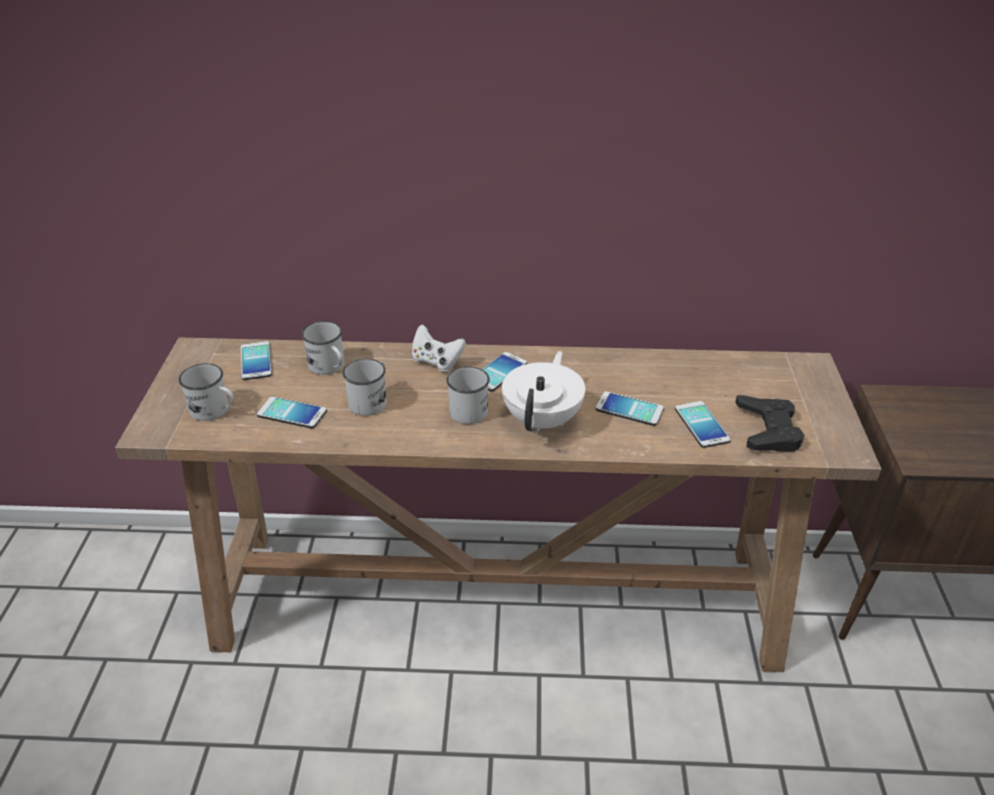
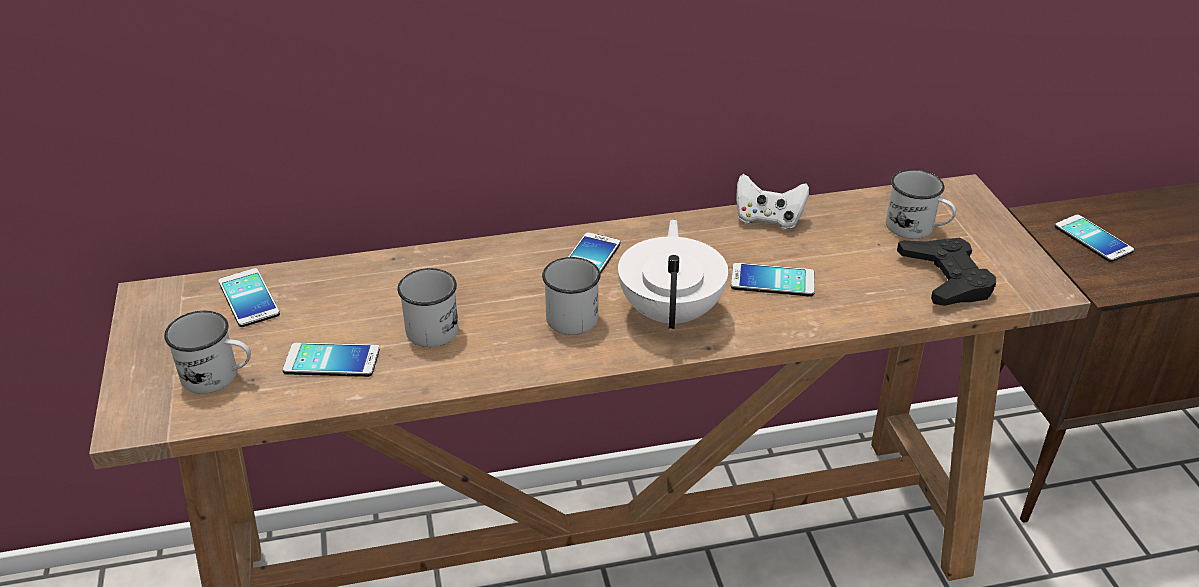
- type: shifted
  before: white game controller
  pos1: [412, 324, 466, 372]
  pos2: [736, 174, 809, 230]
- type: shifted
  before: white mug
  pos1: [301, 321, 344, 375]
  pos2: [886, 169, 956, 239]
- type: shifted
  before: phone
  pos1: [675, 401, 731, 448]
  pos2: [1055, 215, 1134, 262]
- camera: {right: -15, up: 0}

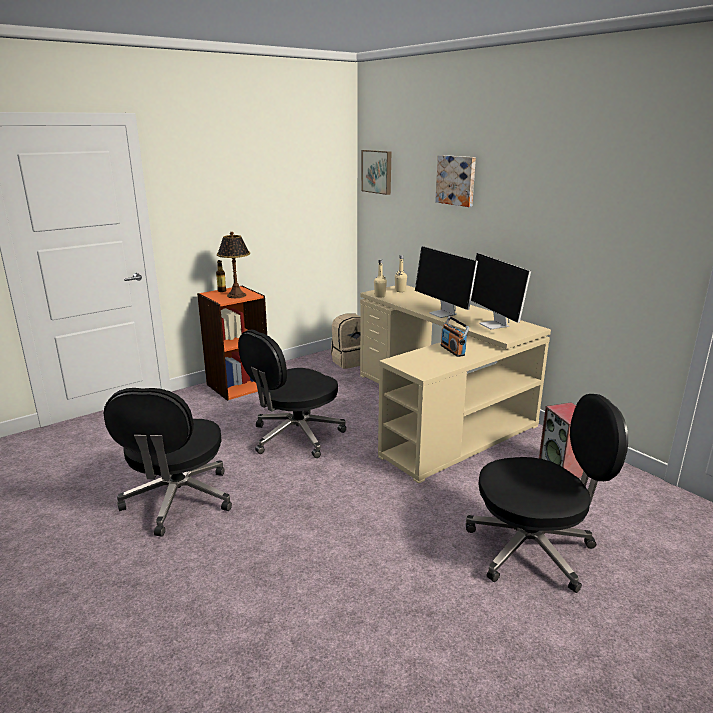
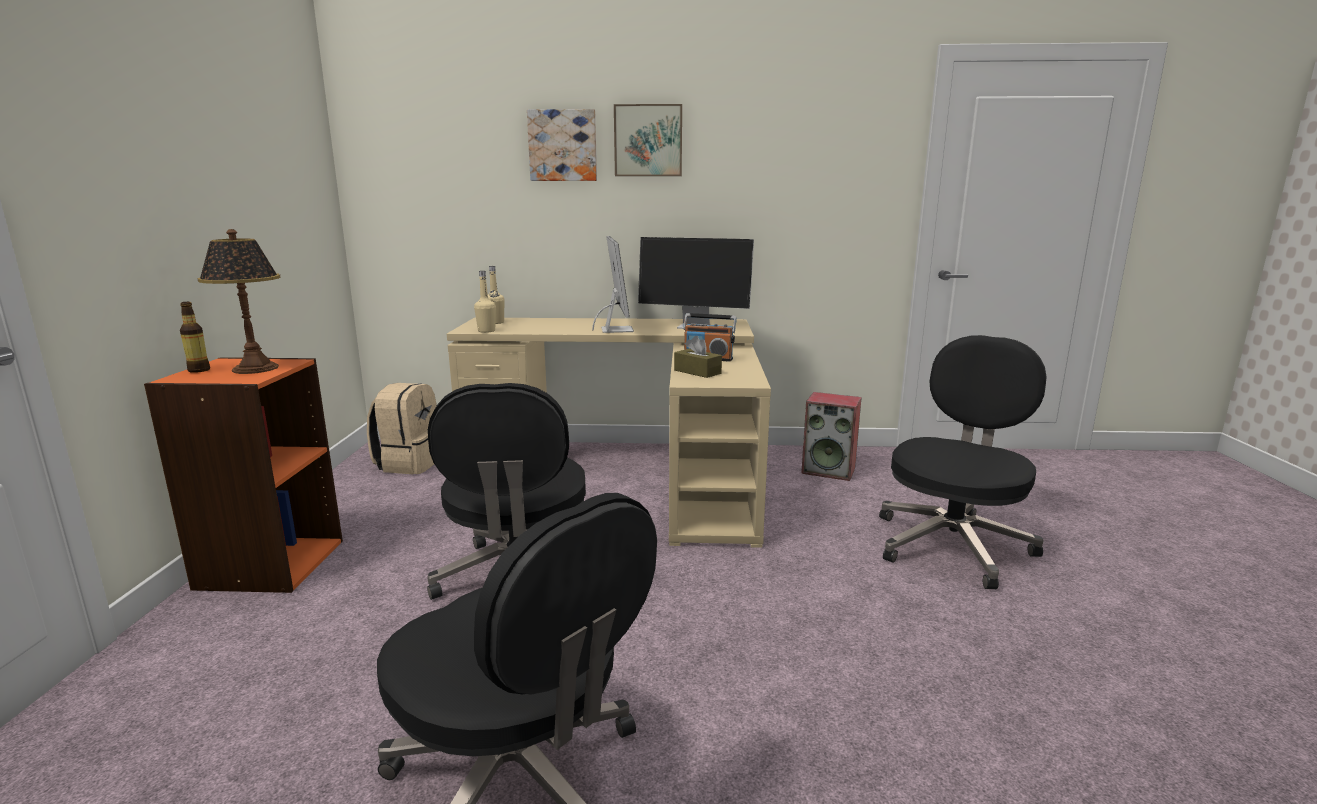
- type: rotated
  before: monitor
  pos1: [415, 246, 478, 318]
  pos2: [592, 236, 634, 333]
  turn: -105
- type: shifted
  before: picture
  pos1: [361, 150, 391, 195]
  pos2: [614, 104, 682, 176]
- type: new
  after: brown tissue box
  pos2: [674, 336, 722, 378]
- camera: {right: -50, up: -5}

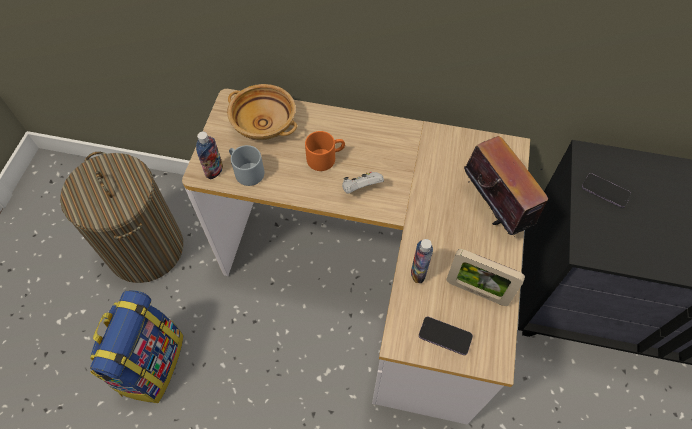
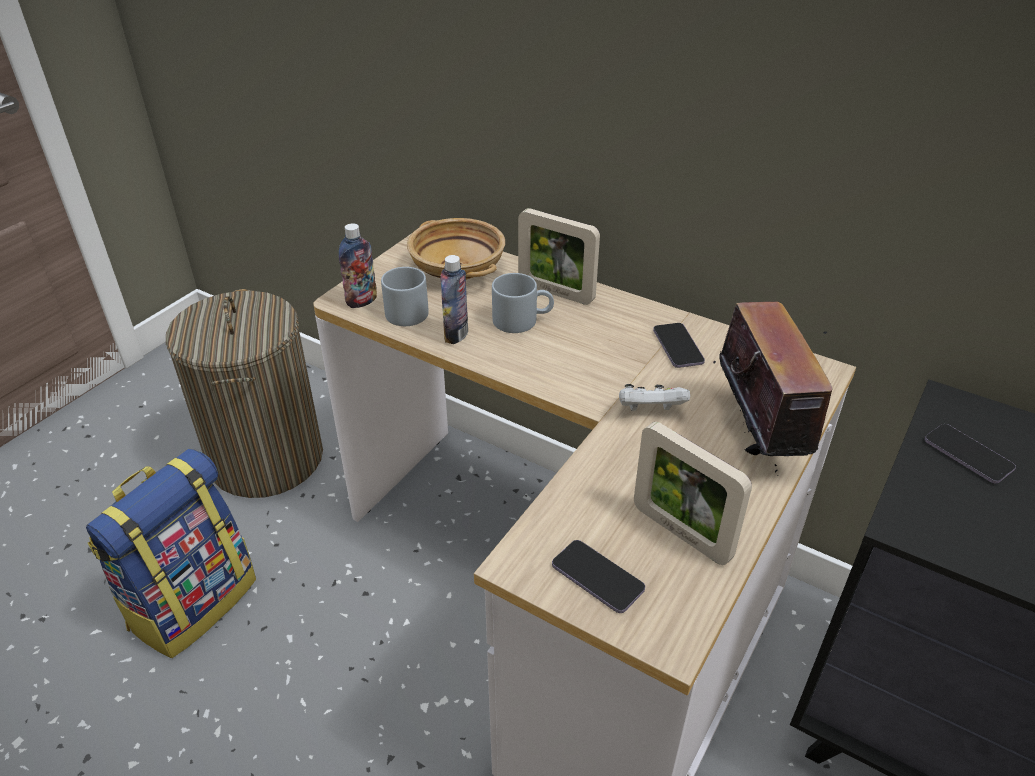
- type: shifted
  before: bottle
  pos1: [411, 239, 433, 283]
  pos2: [440, 255, 468, 344]
- type: repainted
  before: orange mug
  after: grey mug
  pos1: [305, 131, 345, 171]
  pos2: [492, 273, 554, 333]
- type: new
  after: picture frame
  pos2: [518, 208, 600, 305]
- type: shifted
  before: white game controller
  pos1: [342, 172, 384, 194]
  pos2: [619, 384, 690, 411]
- type: new
  after: phone
  pos2: [653, 323, 705, 368]
- camera: {right: 20, up: -20}

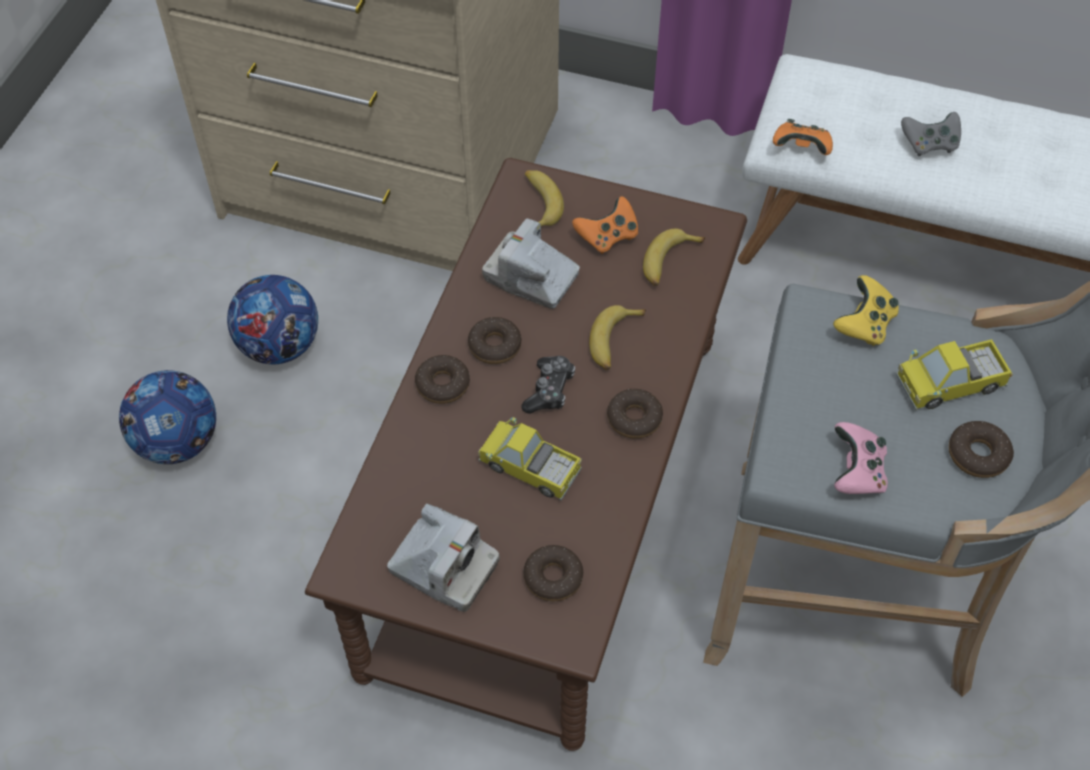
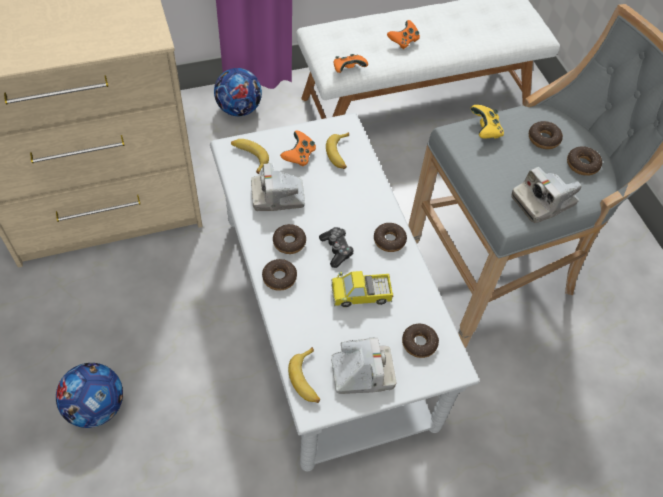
- type: repainted
  before: brown coffee table
  after: grey coffee table
  pos1: [305, 158, 747, 751]
  pos2: [210, 113, 479, 472]
- type: shifted
  before: football
  pos1: [227, 275, 318, 364]
  pos2: [214, 68, 262, 116]
- type: shifted
  before: banana
  pos1: [589, 305, 646, 370]
  pos2: [288, 347, 320, 403]
- type: repainted
  before: grey game controller
  after: orange game controller
  pos1: [901, 112, 961, 156]
  pos2: [387, 20, 420, 49]
- type: swapped
  before: pink game controller
  after: photo camera
  pos1: [834, 422, 888, 494]
  pos2: [511, 167, 582, 223]
- type: swapped
  before: toy truck
  after: donut
  pos1: [896, 339, 1013, 411]
  pos2: [529, 121, 563, 149]
- camera: {right: -40, up: 0}

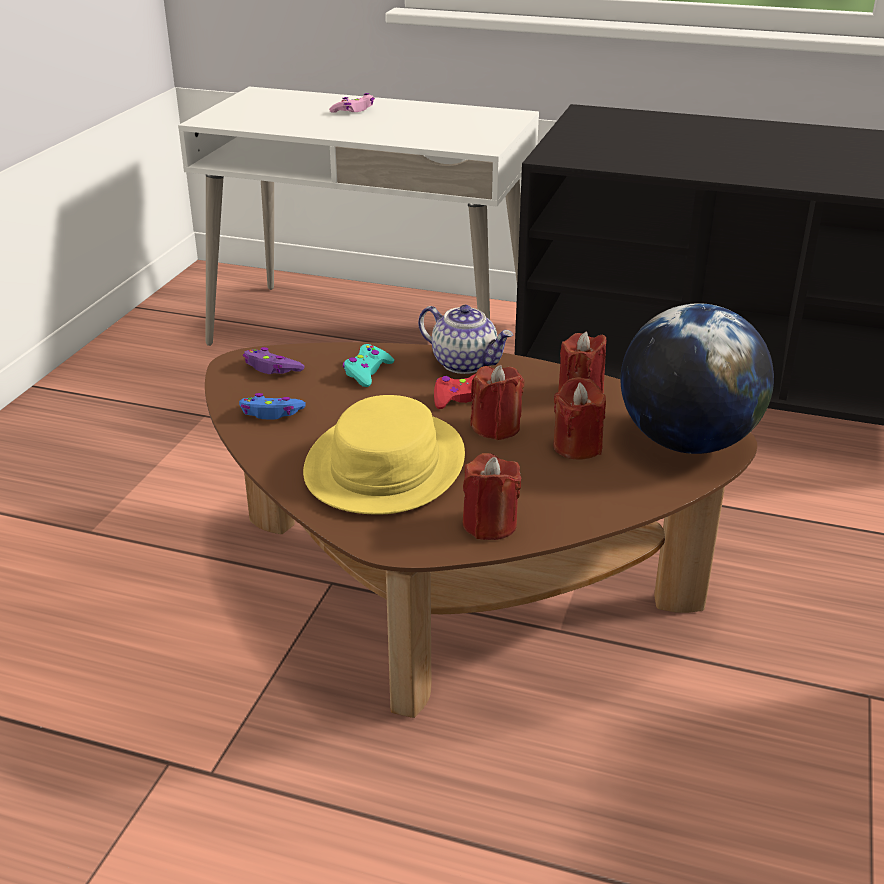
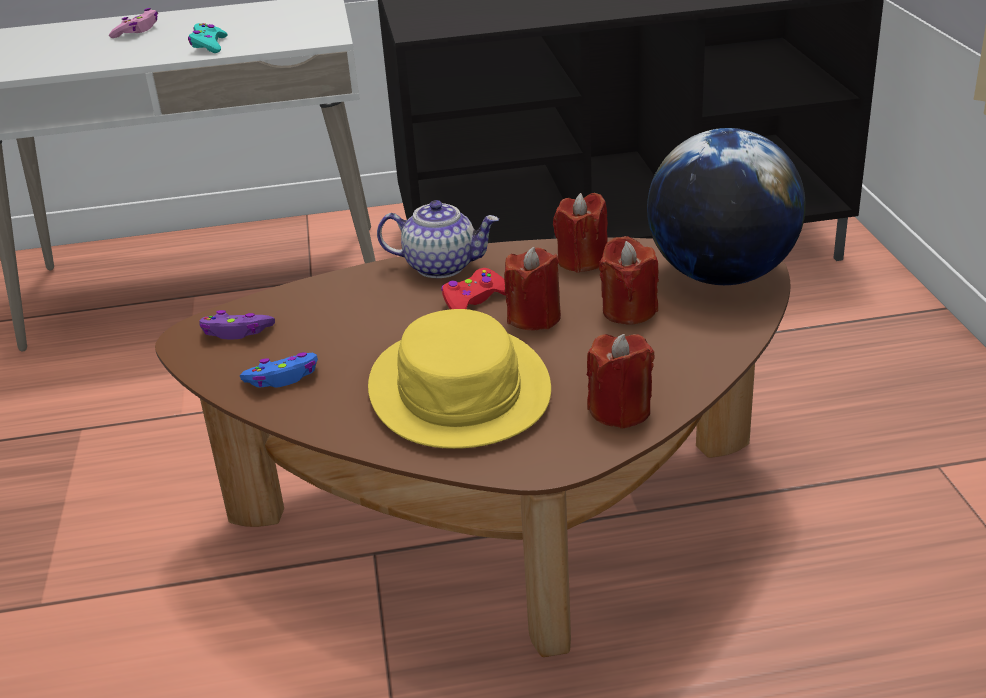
- type: shifted
  before: turquoise game controller
  pos1: [343, 344, 394, 387]
  pos2: [188, 23, 227, 53]
- camera: {right: -25, up: 0}

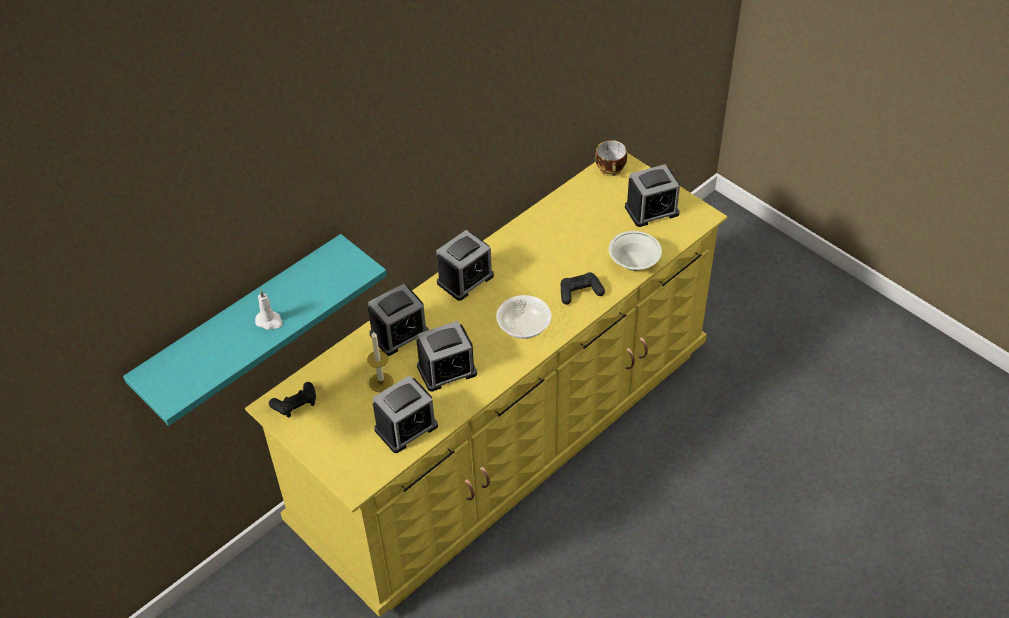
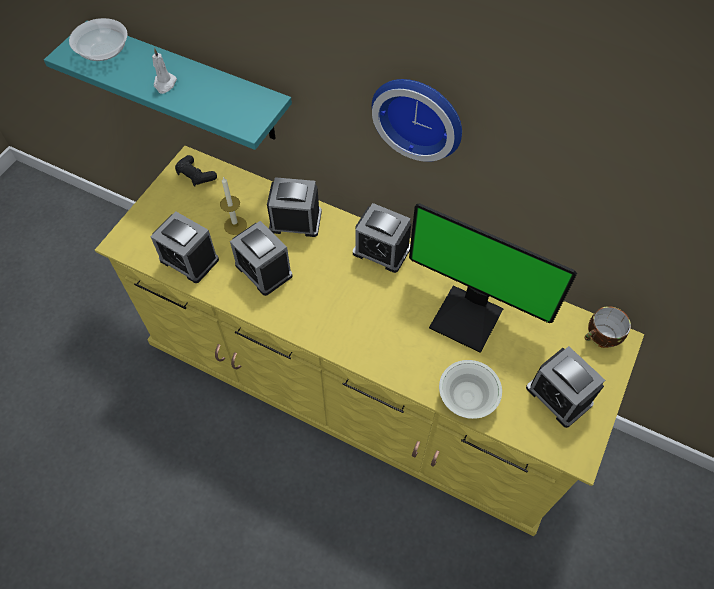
- type: shifted
  before: bowl
  pos1: [496, 295, 551, 339]
  pos2: [69, 18, 128, 61]
- type: rotated
  before: alarm clock
  pos1: [368, 284, 429, 356]
  pos2: [267, 177, 322, 237]
  turn: 150
- type: new
  after: wall clock
  pos2: [372, 79, 462, 162]
- type: new
  after: monitor
  pos2: [409, 203, 577, 353]
- type: gone
  before: black game controller
  pos1: [561, 272, 605, 305]
- camera: {right: 70, up: 10}

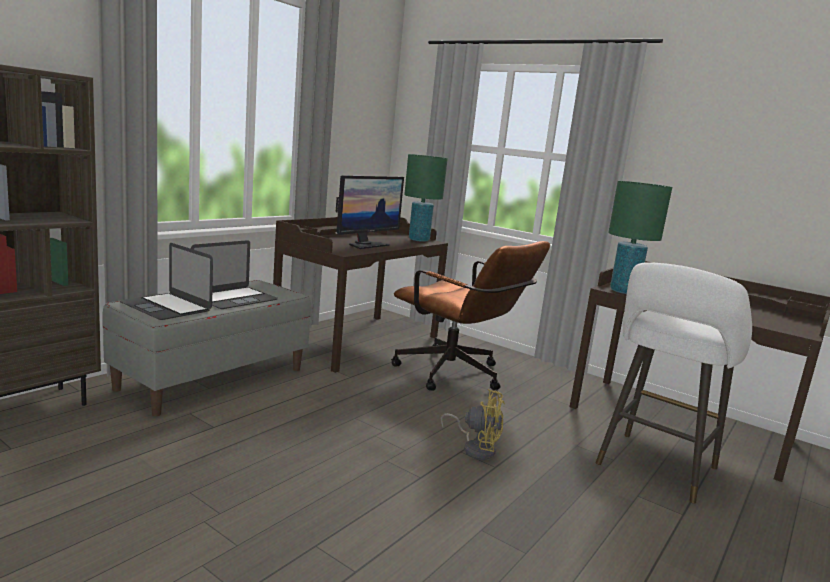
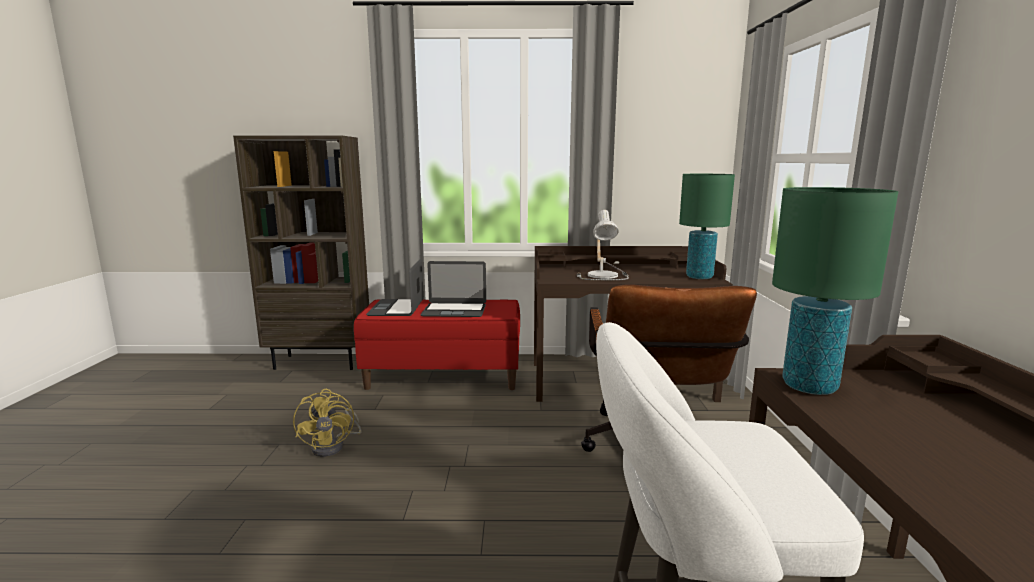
- type: shifted
  before: yellow fan
  pos1: [441, 389, 505, 460]
  pos2: [293, 389, 362, 457]
- type: repainted
  before: grey bench
  after: red bench
  pos1: [102, 280, 311, 416]
  pos2: [354, 300, 520, 390]
- type: swapped
  before: monitor
  after: table lamp
  pos1: [336, 175, 404, 249]
  pos2: [577, 210, 629, 280]
- camera: {right: 55, up: 0}

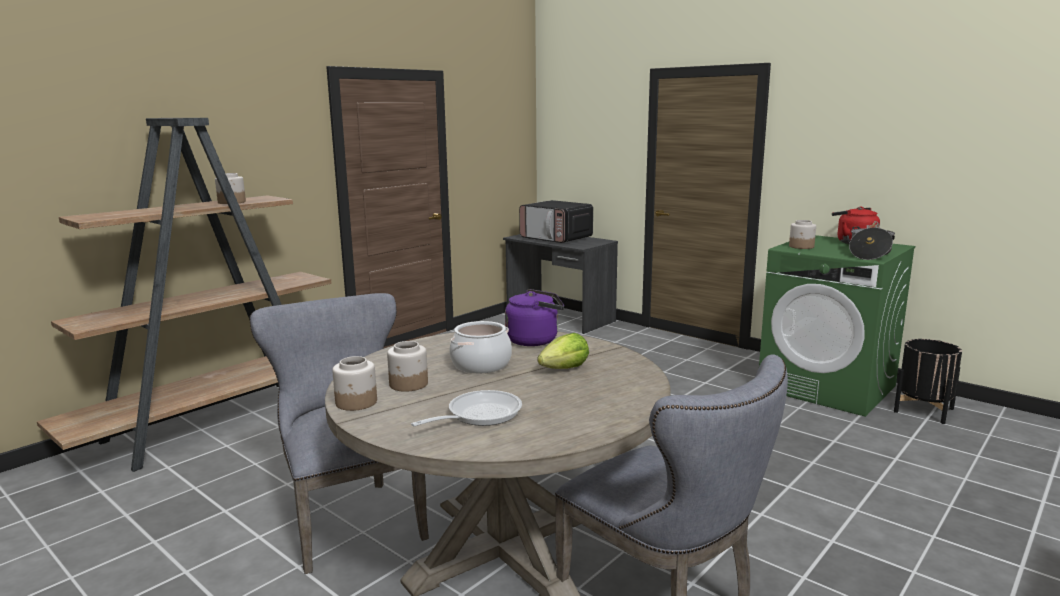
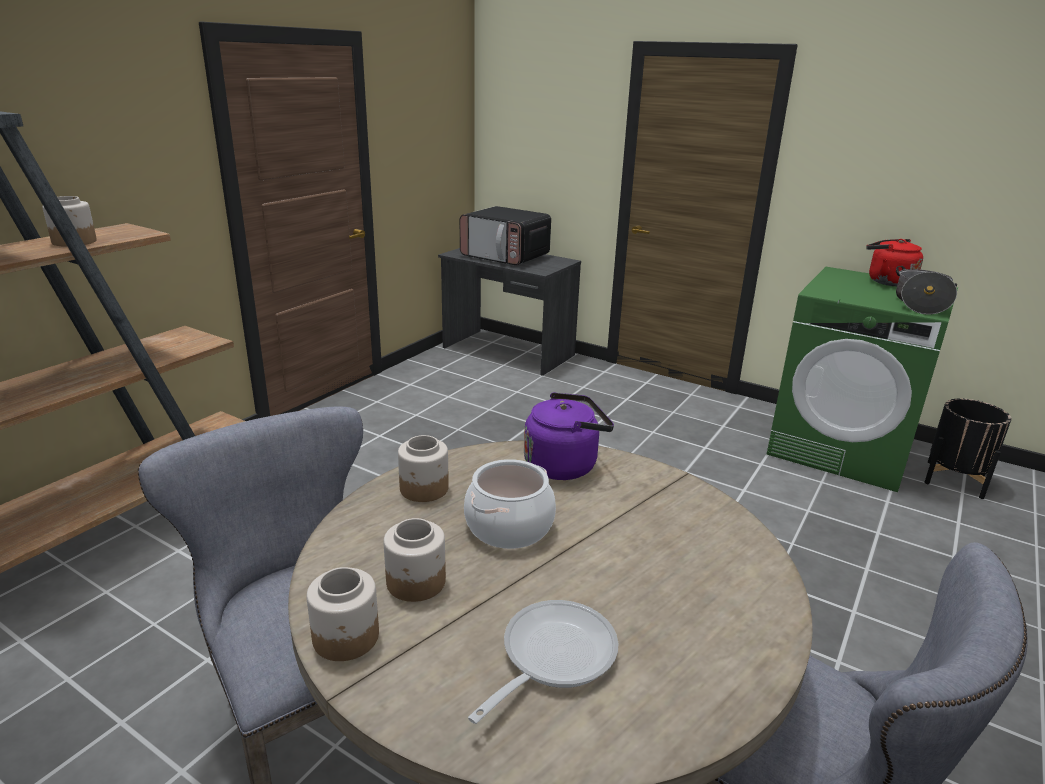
- type: shifted
  before: jar
  pos1: [789, 220, 816, 249]
  pos2: [398, 435, 449, 502]
- type: gone
  before: lettuce
  pos1: [537, 333, 589, 369]
- camera: {right: -10, up: 10}

